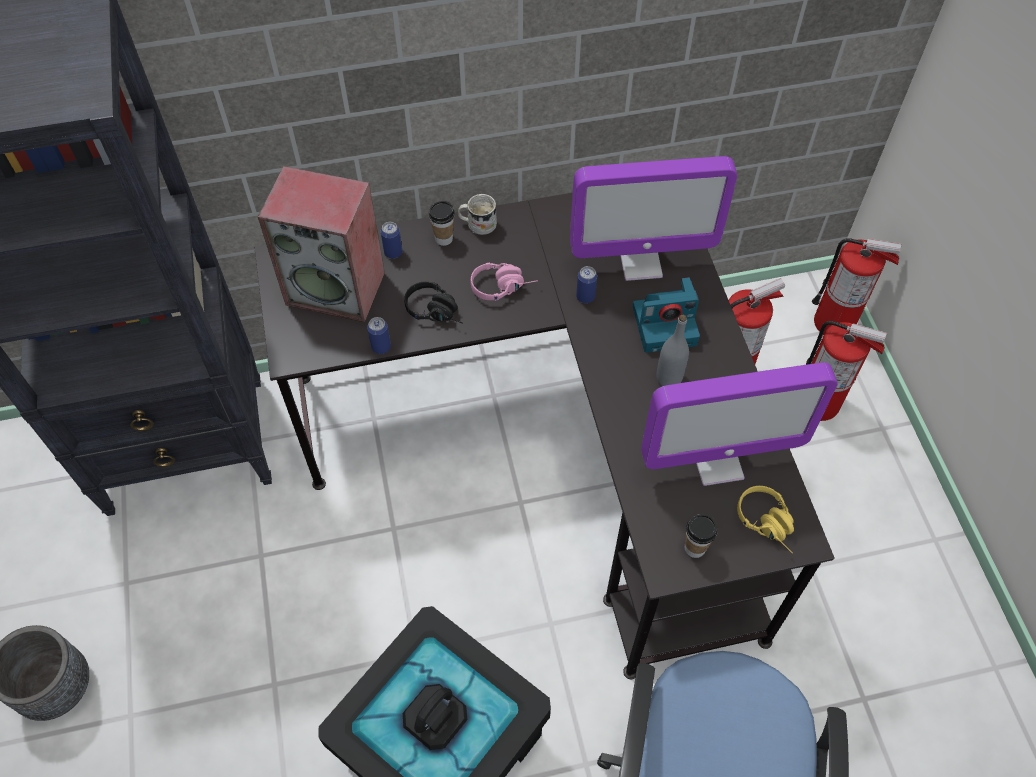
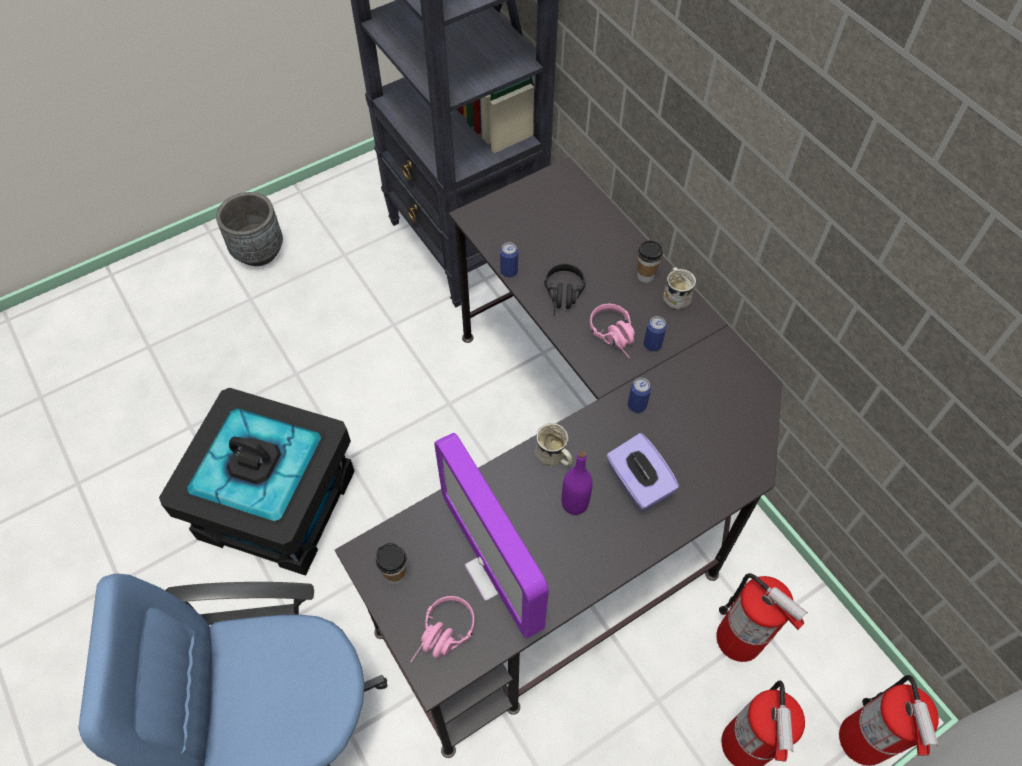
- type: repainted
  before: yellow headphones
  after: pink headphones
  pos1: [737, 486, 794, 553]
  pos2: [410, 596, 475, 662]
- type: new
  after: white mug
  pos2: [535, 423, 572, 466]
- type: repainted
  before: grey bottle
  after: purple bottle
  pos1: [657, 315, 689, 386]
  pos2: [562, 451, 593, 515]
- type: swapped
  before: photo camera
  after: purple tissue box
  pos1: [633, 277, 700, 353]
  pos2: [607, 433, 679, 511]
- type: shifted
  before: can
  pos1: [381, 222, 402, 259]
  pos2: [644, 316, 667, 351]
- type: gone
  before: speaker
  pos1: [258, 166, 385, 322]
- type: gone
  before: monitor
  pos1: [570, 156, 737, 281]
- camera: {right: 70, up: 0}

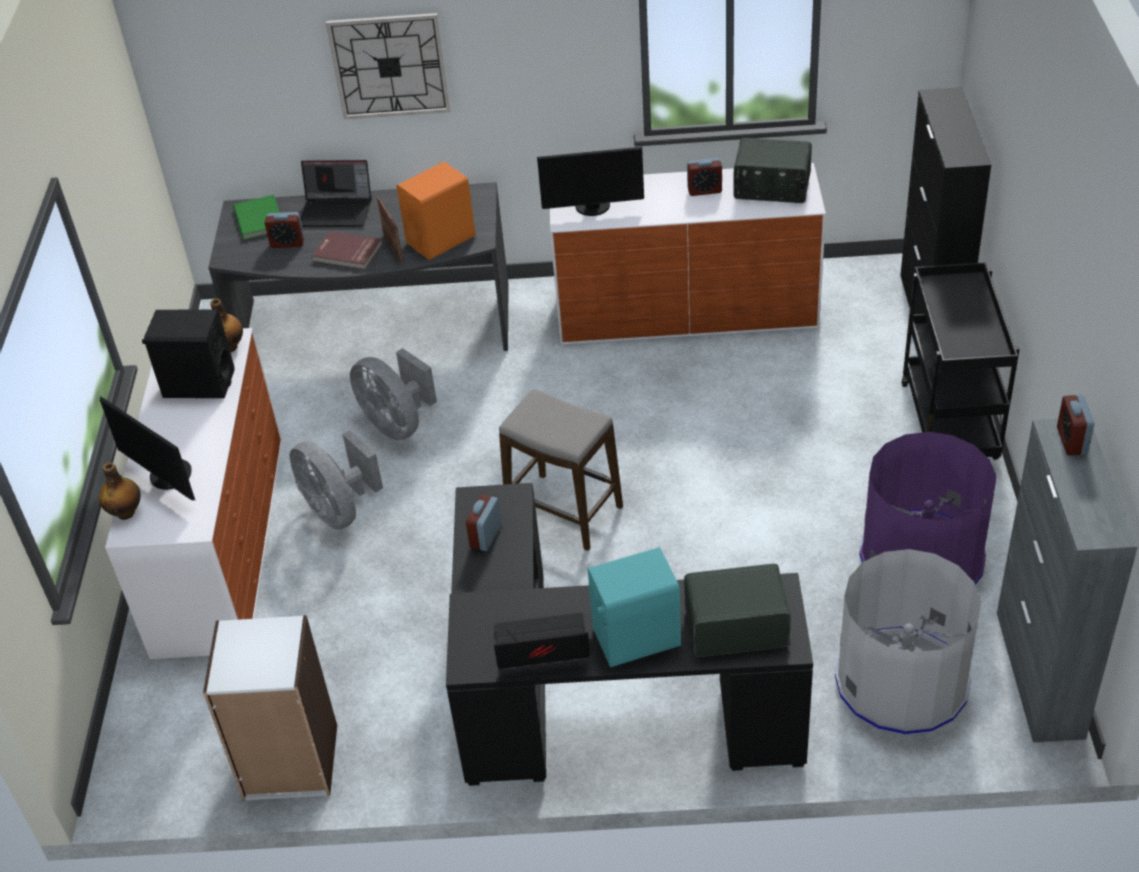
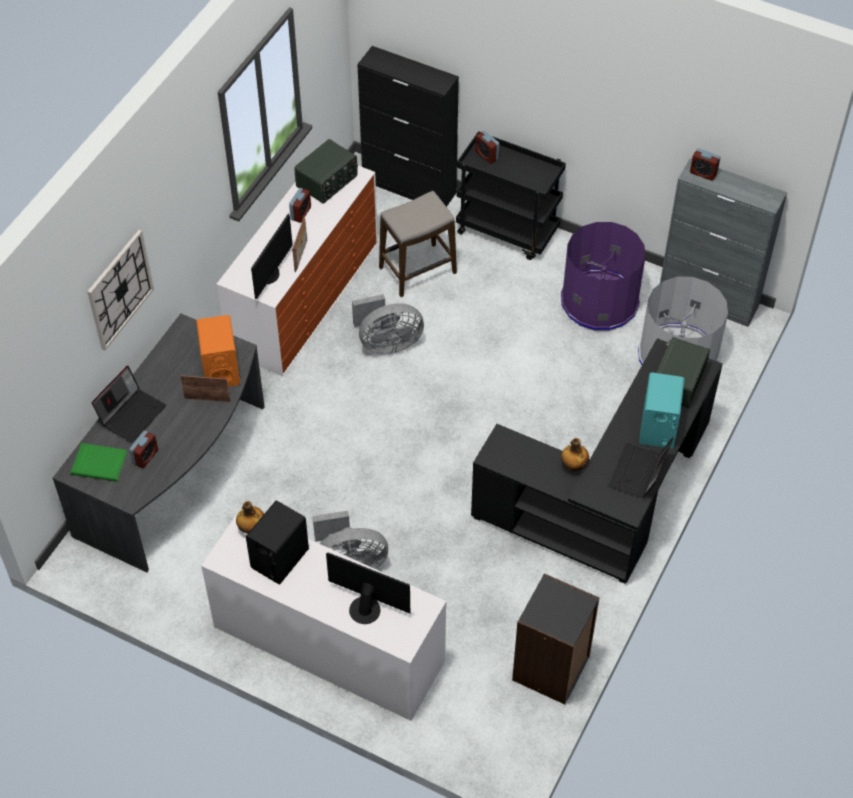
- type: new
  after: picture frame
  pos2: [292, 216, 307, 272]
- type: rotated
  before: monitor
  pos1: [100, 396, 195, 500]
  pos2: [326, 552, 410, 624]
  turn: -135
- type: shifted
  before: grey fan
  pos1: [350, 348, 437, 441]
  pos2: [352, 294, 424, 354]
- type: shifted
  before: stool
  pos1: [499, 389, 623, 551]
  pos2: [379, 191, 457, 297]
- type: shifted
  before: alarm clock
  pos1: [466, 494, 502, 551]
  pos2: [475, 131, 499, 164]
- type: repainted
  before: white bookcase
  after: black bookcase
  pos1: [203, 615, 337, 801]
  pos2: [512, 573, 599, 704]
- type: shifted
  before: bottle
  pos1: [99, 462, 141, 520]
  pos2: [561, 438, 589, 471]
- type: gone
  before: red book
  pos1: [312, 231, 383, 270]
- camera: {right: -65, up: 10}

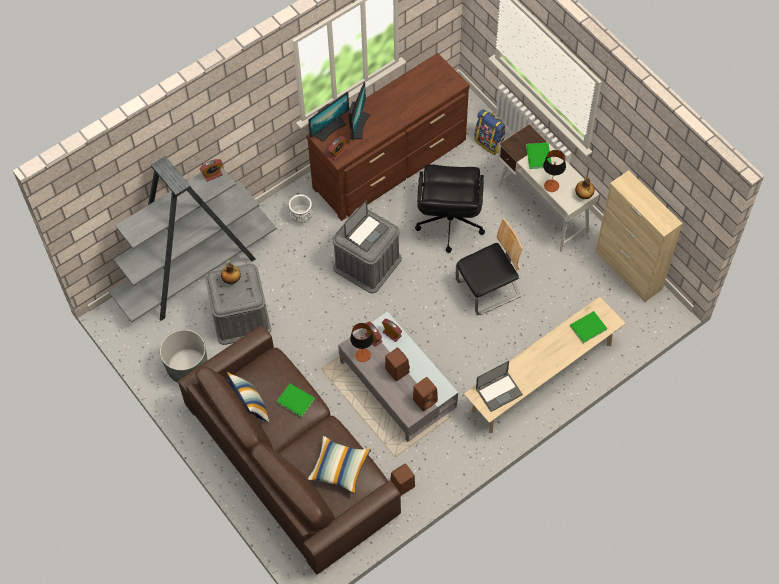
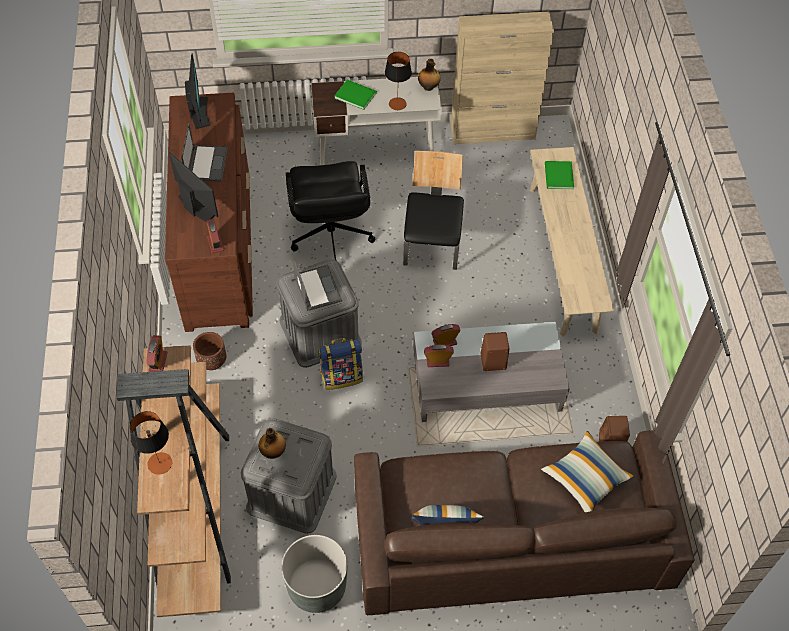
- type: repainted
  before: grey bookcase
  after: brown bookcase
  pos1: [109, 156, 277, 322]
  pos2: [117, 345, 231, 617]
- type: shifted
  before: table lamp
  pos1: [350, 323, 374, 362]
  pos2: [130, 411, 172, 475]
- type: shifted
  before: laptop
  pos1: [476, 361, 523, 412]
  pos2: [181, 123, 228, 182]
- type: shifted
  before: monitor
  pos1: [308, 92, 349, 142]
  pos2: [185, 54, 211, 129]
- type: repainted
  before: white planter
  after: brown planter
  pos1: [289, 194, 313, 224]
  pos2: [193, 332, 226, 370]
- type: rotated
  before: black office chair
  pos1: [415, 164, 485, 253]
  pos2: [286, 161, 375, 261]
  turn: 45
- type: shifted
  before: backpack
  pos1: [474, 109, 506, 155]
  pos2: [319, 338, 363, 390]
- type: gone
  before: green book
  pos1: [277, 384, 315, 417]
- type: gone
  before: brown speaker
  pos1: [413, 377, 438, 411]
- camera: {right: -60, up: -5}

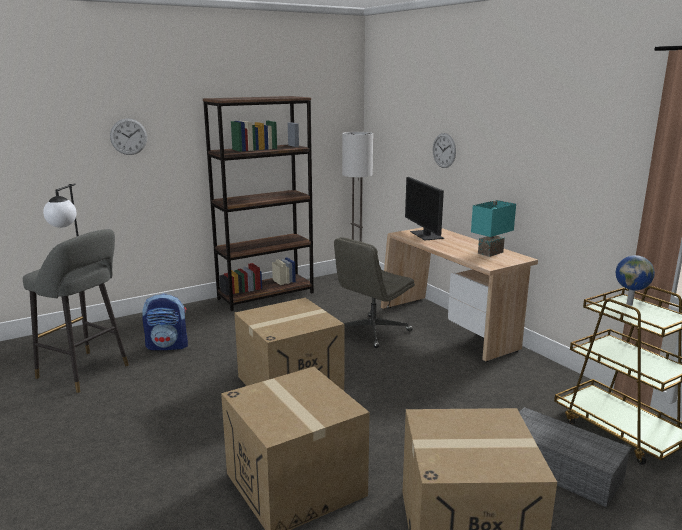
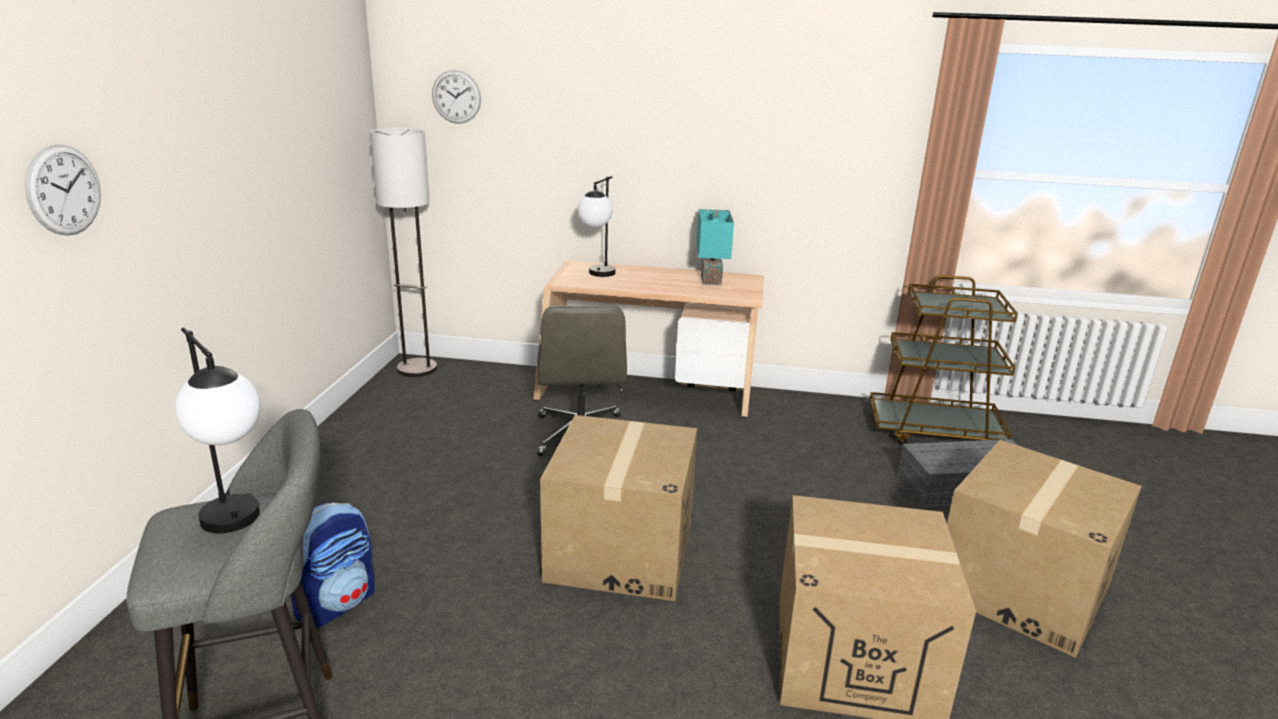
- type: shifted
  before: wall clock
  pos1: [433, 133, 456, 168]
  pos2: [432, 70, 481, 124]
- type: swapped
  before: monitor
  after: table lamp
  pos1: [405, 177, 444, 241]
  pos2: [577, 176, 616, 277]
- type: gone
  before: brown bookcase
  pos1: [203, 96, 314, 311]
- type: gone
  before: globe
  pos1: [616, 255, 655, 306]
- camera: {right: -50, up: 5}

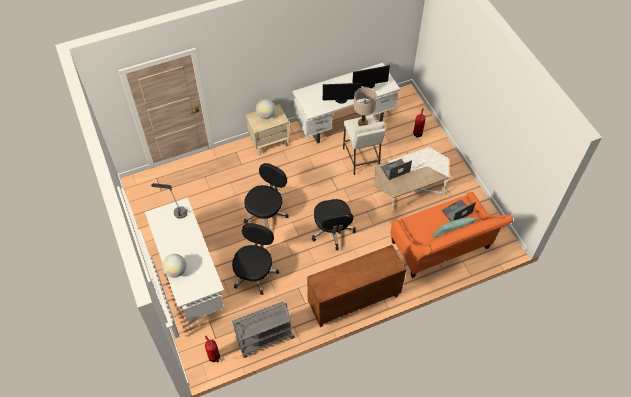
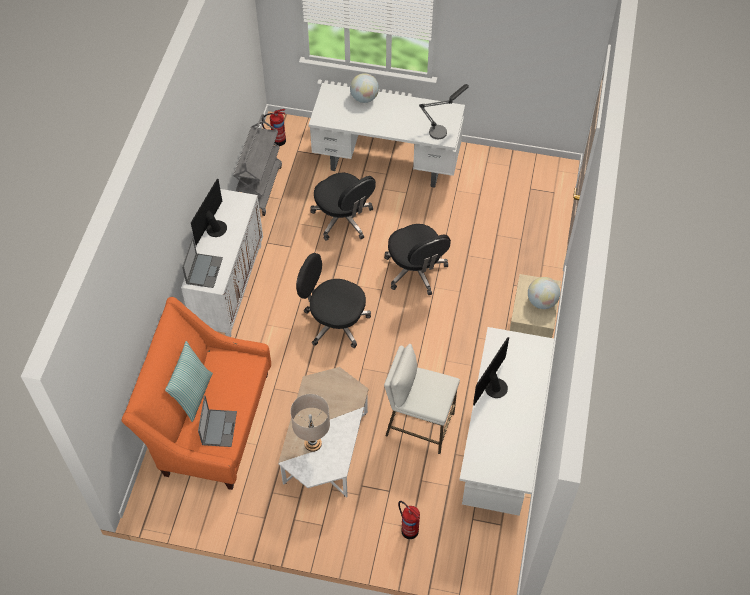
- type: repainted
  before: brown cabinet
  after: white cabinet
  pos1: [307, 245, 406, 327]
  pos2: [181, 189, 263, 337]
- type: shifted
  before: laptop
  pos1: [381, 159, 412, 180]
  pos2: [182, 237, 223, 288]
- type: shifted
  before: monitor
  pos1: [352, 65, 390, 88]
  pos2: [191, 179, 227, 245]
- type: shifted
  before: beige table lamp
  pos1: [353, 87, 377, 126]
  pos2: [290, 394, 330, 452]
- camera: {right: 125, up: 0}

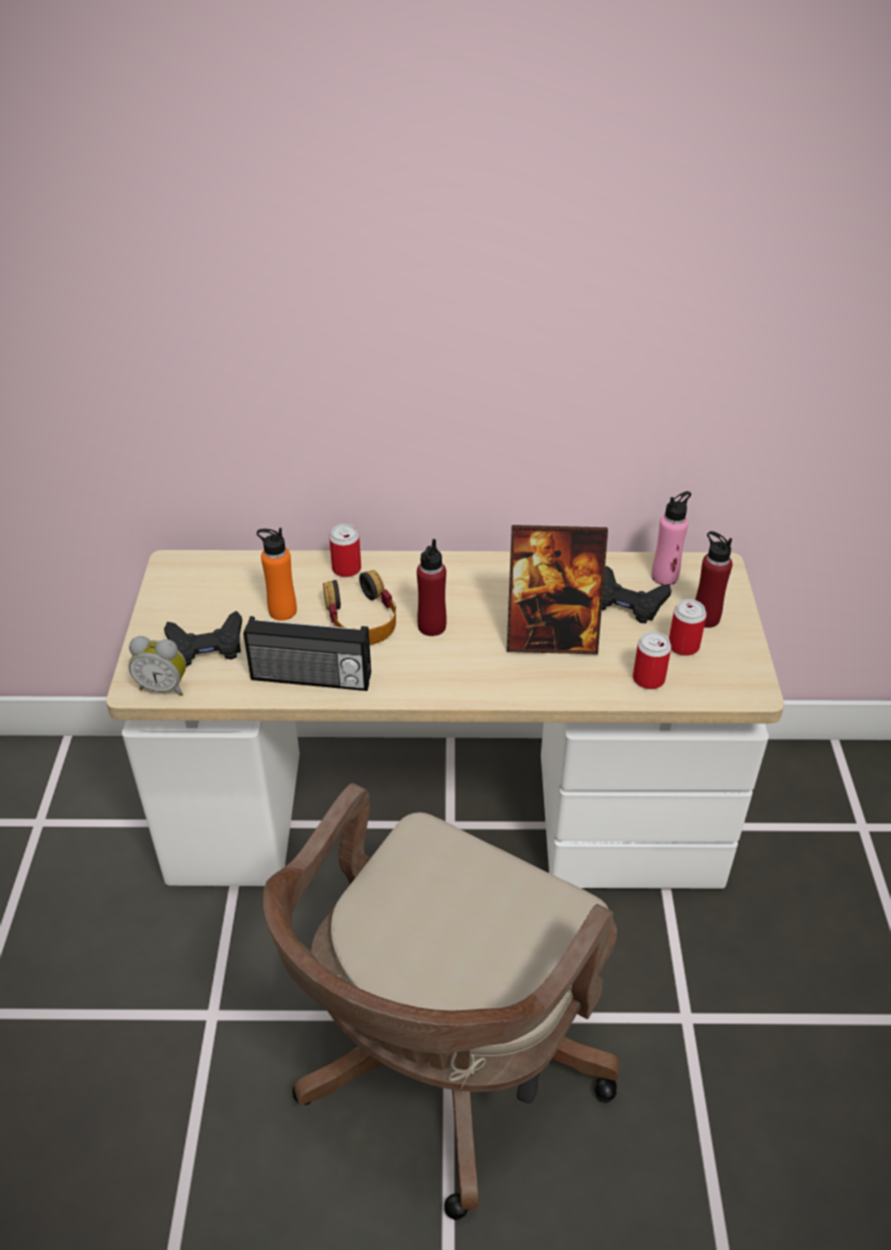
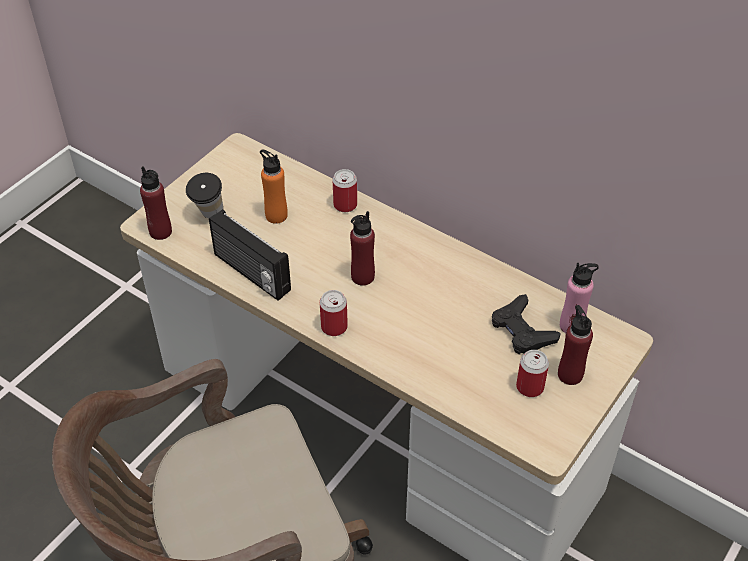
- type: swapped
  before: alarm clock
  after: red bottle
  pos1: [128, 636, 186, 696]
  pos2: [140, 166, 172, 240]
- type: swapped
  before: black game controller
  after: cup
  pos1: [164, 611, 242, 667]
  pos2: [186, 173, 223, 218]
- type: shifted
  before: can
  pos1: [633, 631, 671, 689]
  pos2: [320, 290, 348, 336]
- type: gone
  before: headphones
  pos1: [323, 570, 396, 645]
- type: gone
  before: picture frame
  pos1: [507, 525, 608, 655]
- camera: {right: 35, up: 5}

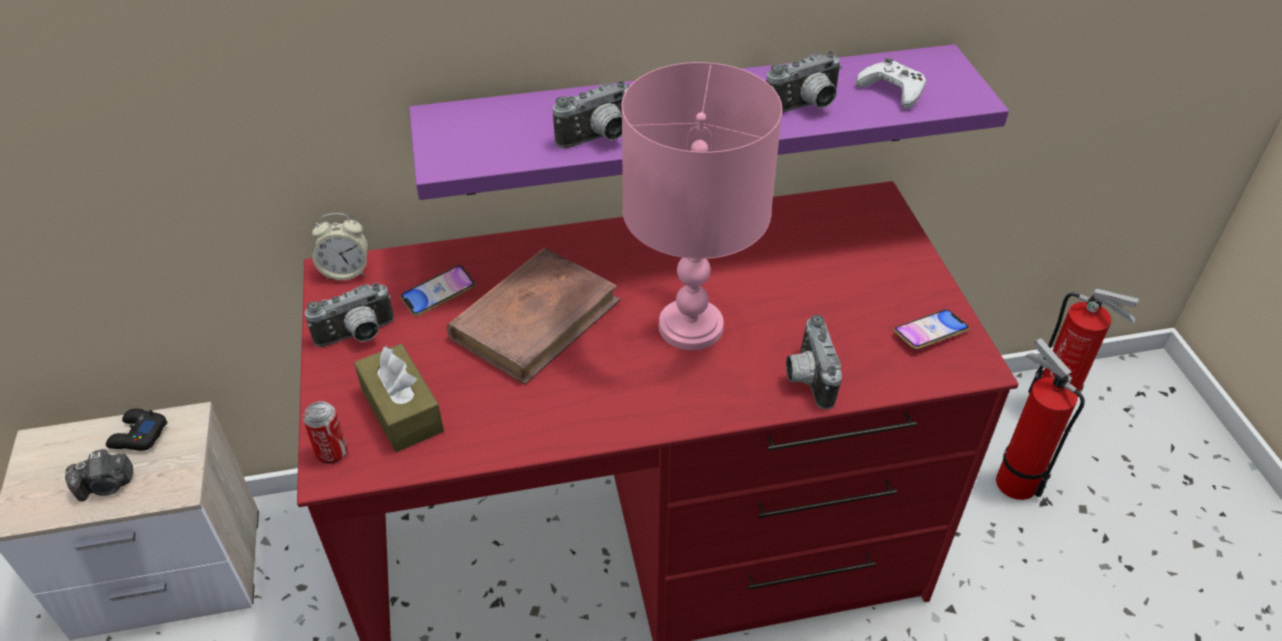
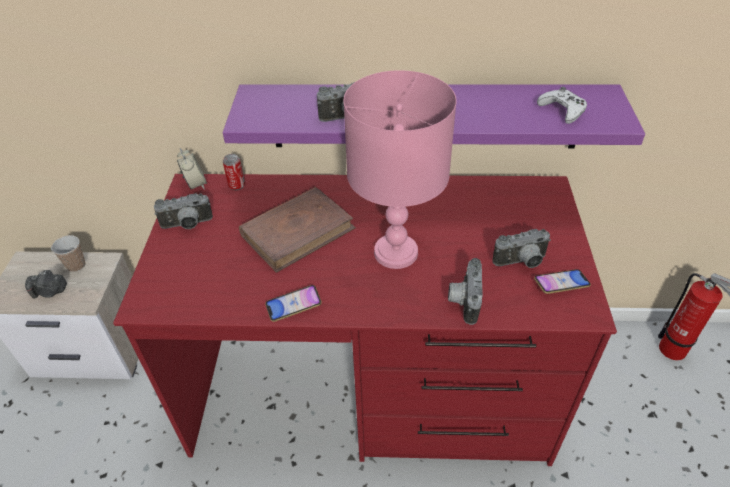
- type: swapped
  before: black game controller
  after: cup
  pos1: [106, 409, 167, 451]
  pos2: [51, 235, 85, 272]
- type: rotated
  before: alarm clock
  pos1: [312, 213, 369, 280]
  pos2: [177, 148, 207, 190]
  turn: -120
- type: shifted
  before: can
  pos1: [303, 401, 347, 464]
  pos2: [223, 154, 245, 190]
- type: shifted
  before: phone
  pos1: [400, 265, 476, 316]
  pos2: [265, 285, 322, 322]
- type: shifted
  before: photo camera
  pos1: [766, 51, 842, 113]
  pos2: [492, 229, 551, 268]
- type: gone
  before: brown tissue box
  pos1: [354, 344, 444, 452]
- type: gone
  before: fire extinguisher
  pos1: [996, 338, 1085, 500]
- camera: {right: 15, up: 0}

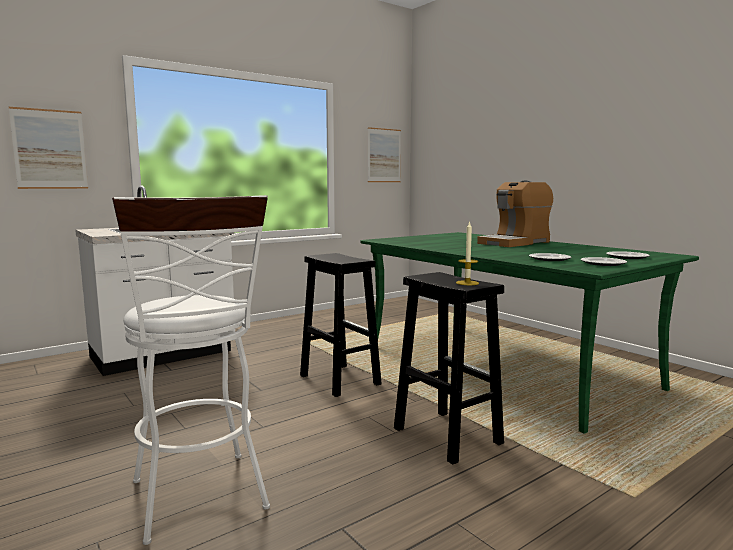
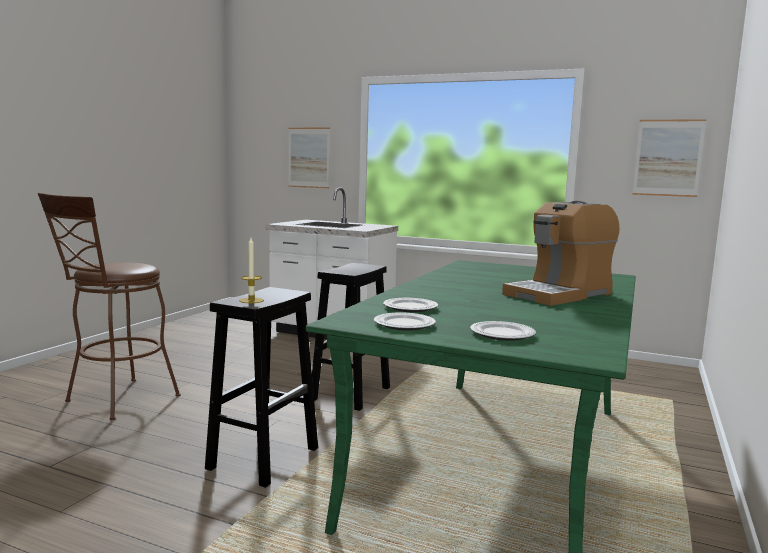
- type: repainted
  before: white stool
  after: brown stool
  pos1: [112, 195, 270, 545]
  pos2: [38, 193, 180, 420]
- type: rotated
  before: coffee machine
  pos1: [477, 181, 553, 247]
  pos2: [502, 201, 620, 306]
  turn: -60
- camera: {right: 60, up: 0}

